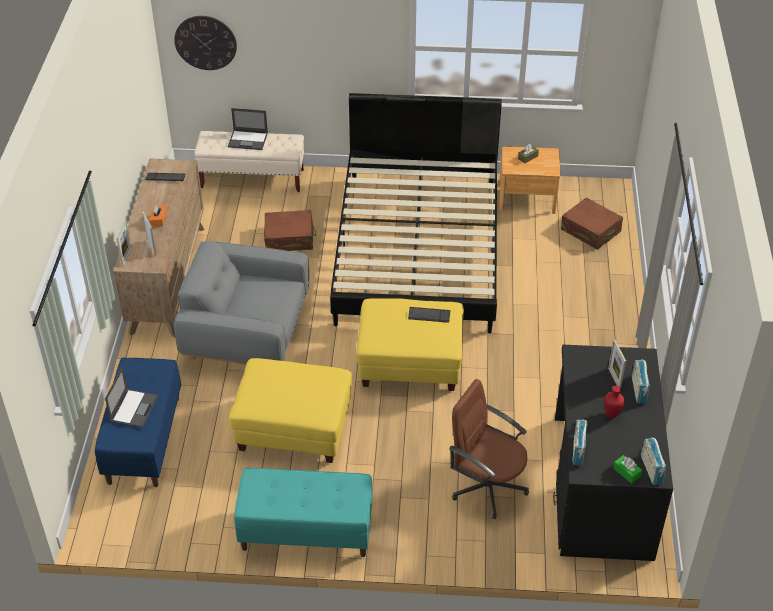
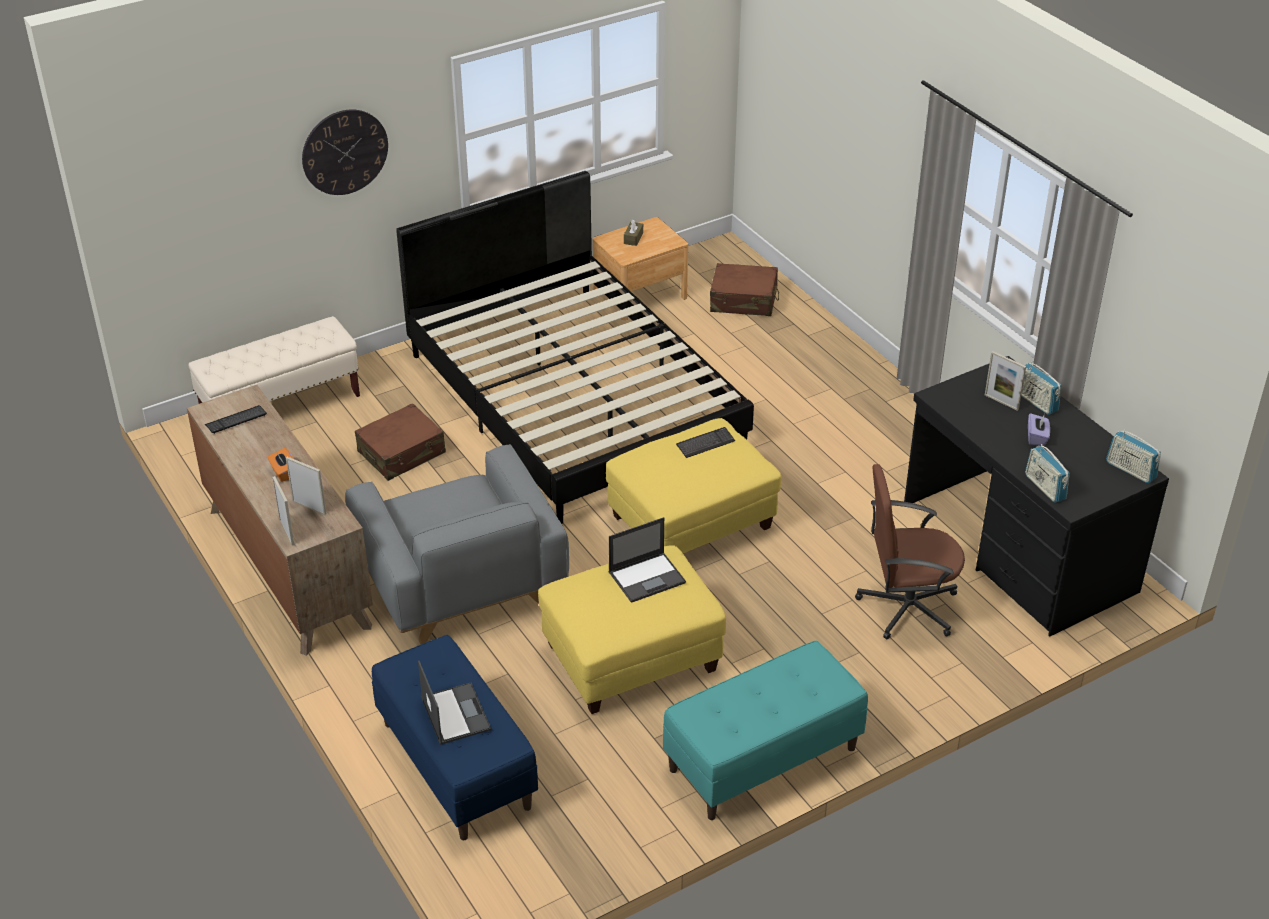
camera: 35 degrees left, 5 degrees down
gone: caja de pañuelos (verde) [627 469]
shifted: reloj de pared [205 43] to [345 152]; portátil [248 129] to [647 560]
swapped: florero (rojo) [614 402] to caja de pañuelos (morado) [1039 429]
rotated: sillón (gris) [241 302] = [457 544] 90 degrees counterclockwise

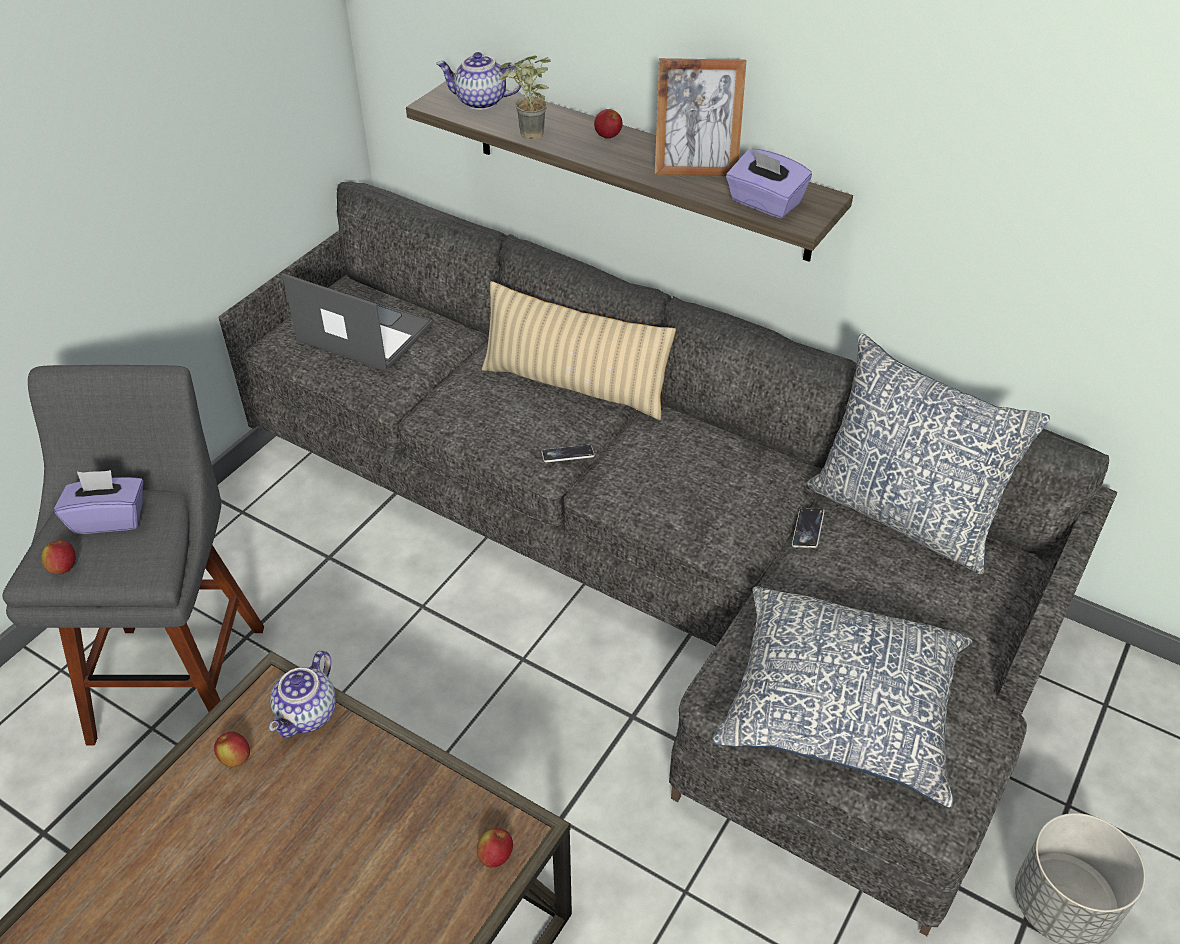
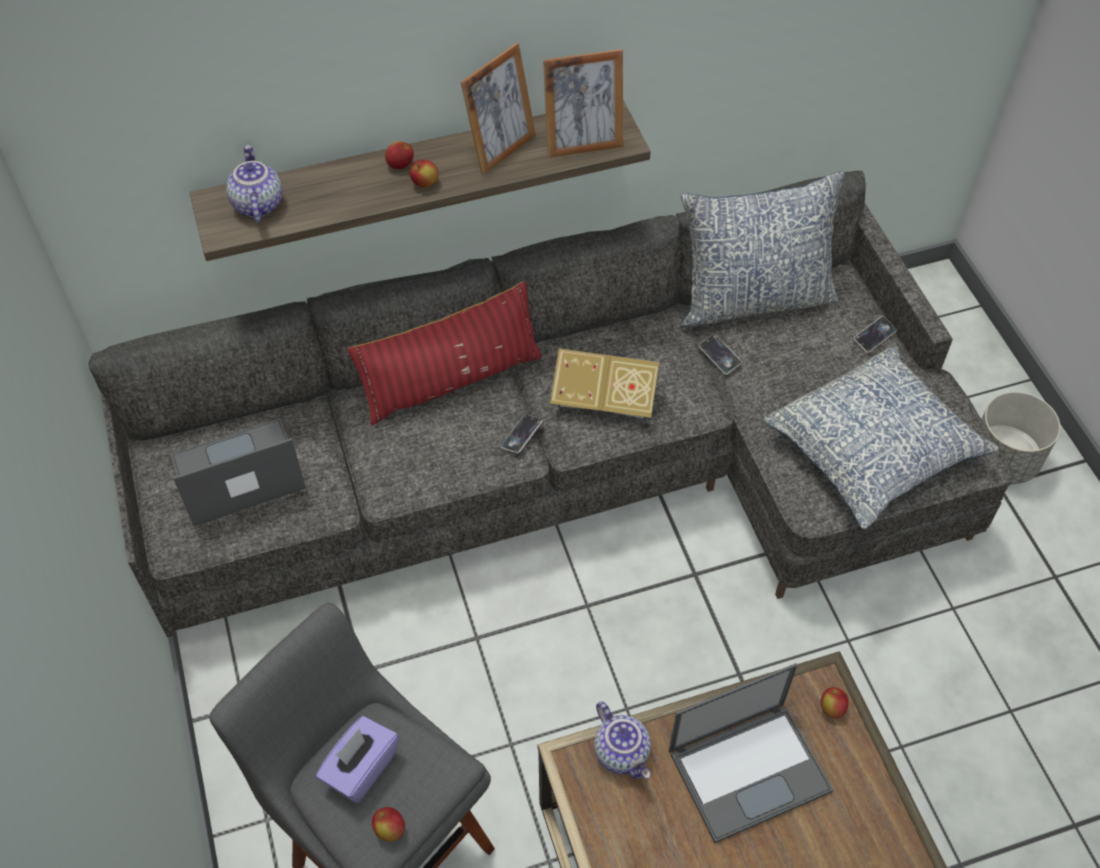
camera: 50 degrees left, 10 degrees up
gone: planta en maceta [525 98]
new: móvil [875 334]; libro [604 383]; portátil [751 753]
shifted: manzana [232 749] to [424 174]
swapped: caja de pañuelos (morado) [769 184] to portarretratos [583 103]
repainted: cojín (beis) [579 350] to cojín (rojo) [444 353]
rotated: tetera [479 81] = [254 184] 120 degrees clockwise

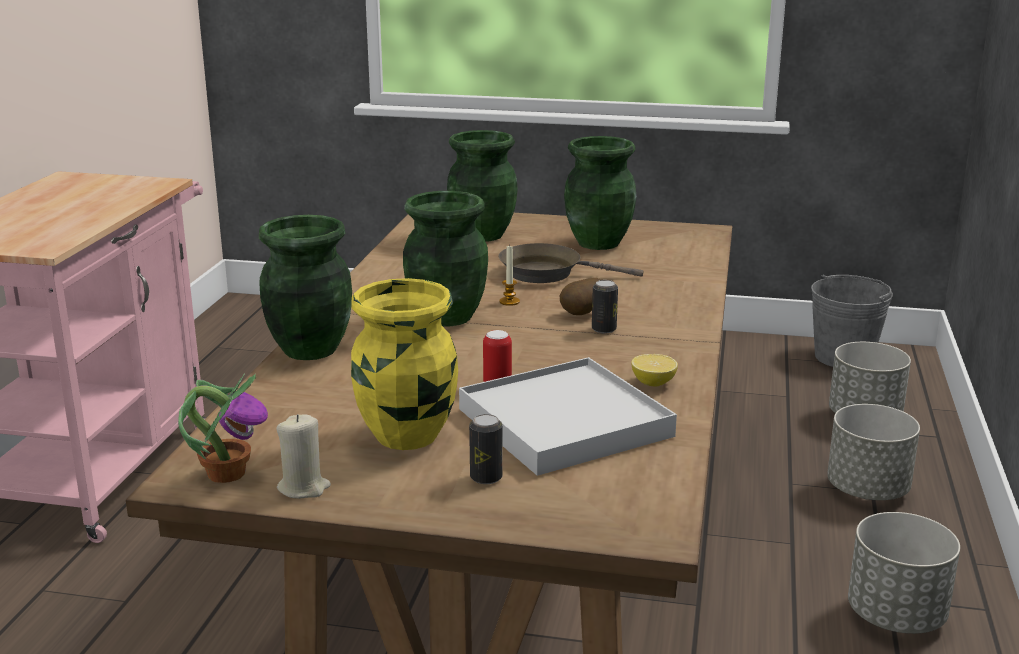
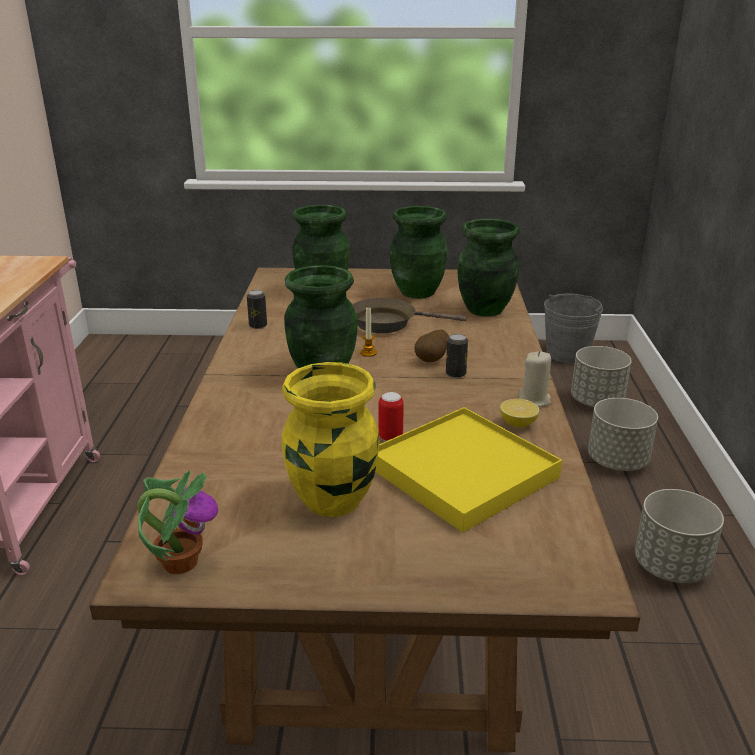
camera: 10 degrees left, 5 degrees up
shifted: florero (verde) [305 287] to [488 268]; vela (beis) [303 456] to [535 379]; lata [486 449] to [257 309]
repainted: bandeja (blanco) [568 416] to bandeja (amarillo) [468 470]

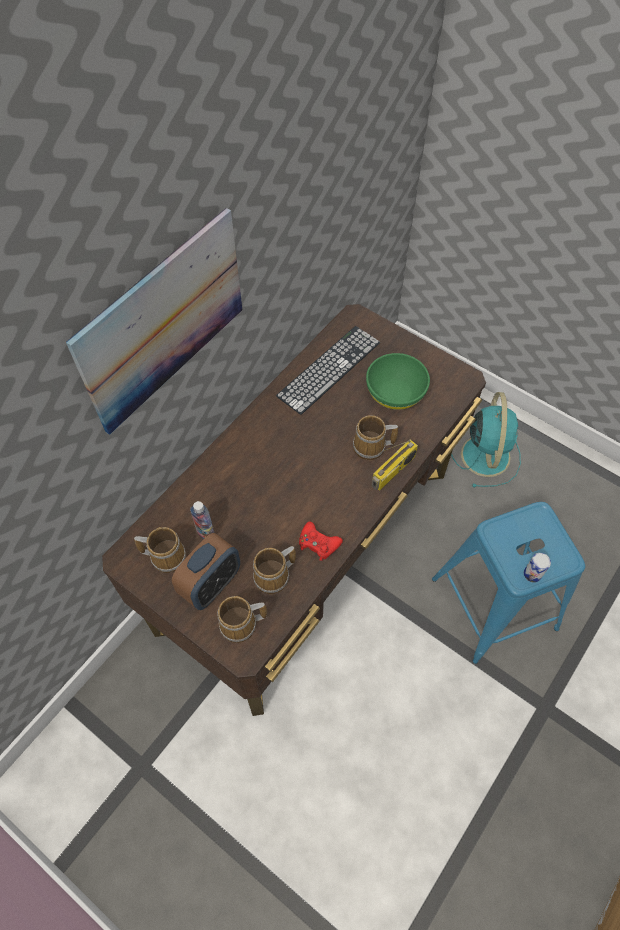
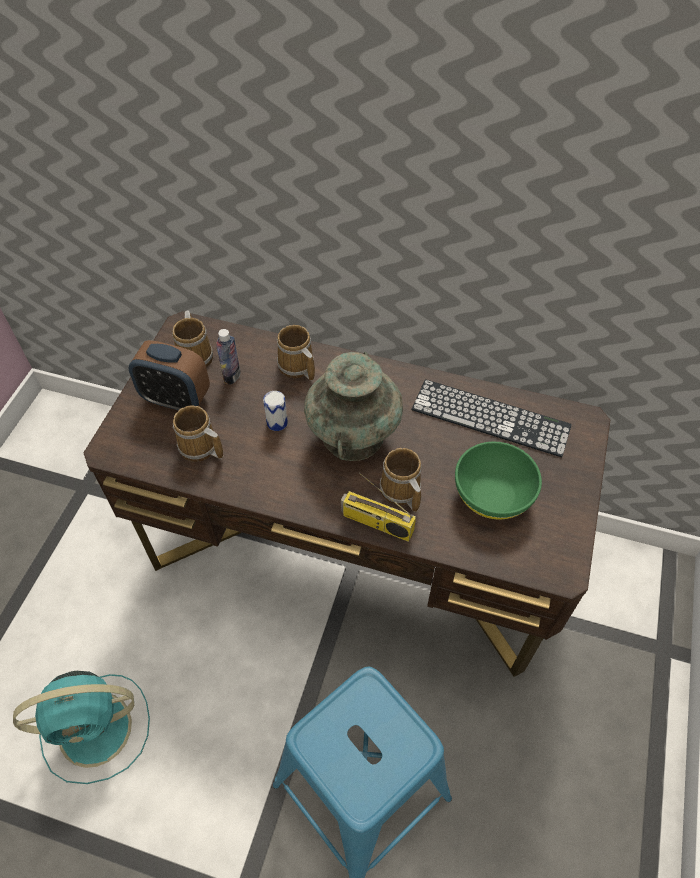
camera: 70 degrees right, 5 degrees down
gone: cuadro [154 321]; mando de consola (rojo) [321 541]
new: florero (turquesa) [353 406]
shifted: ventilador (turquesa) [486 439] to [81 727]; lata [537 568] to [275 411]; taza grande [242 619] to [296 353]

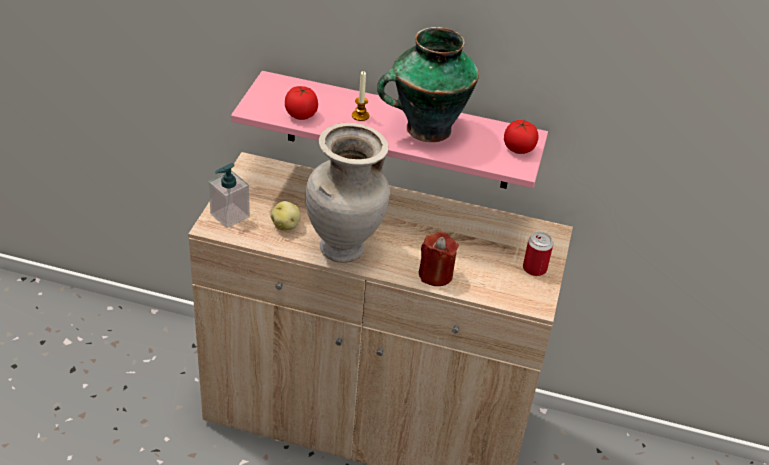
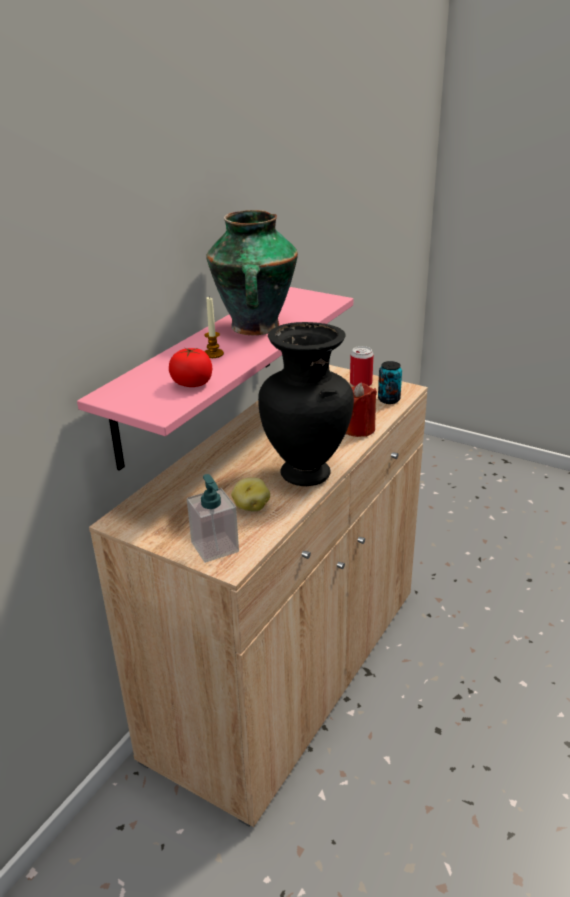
camera: 70 degrees left, 10 degrees down
gone: tomate [521 137]
new: lata [390 382]
repainted: florero (beis) [348 193] to florero (negro) [306 404]

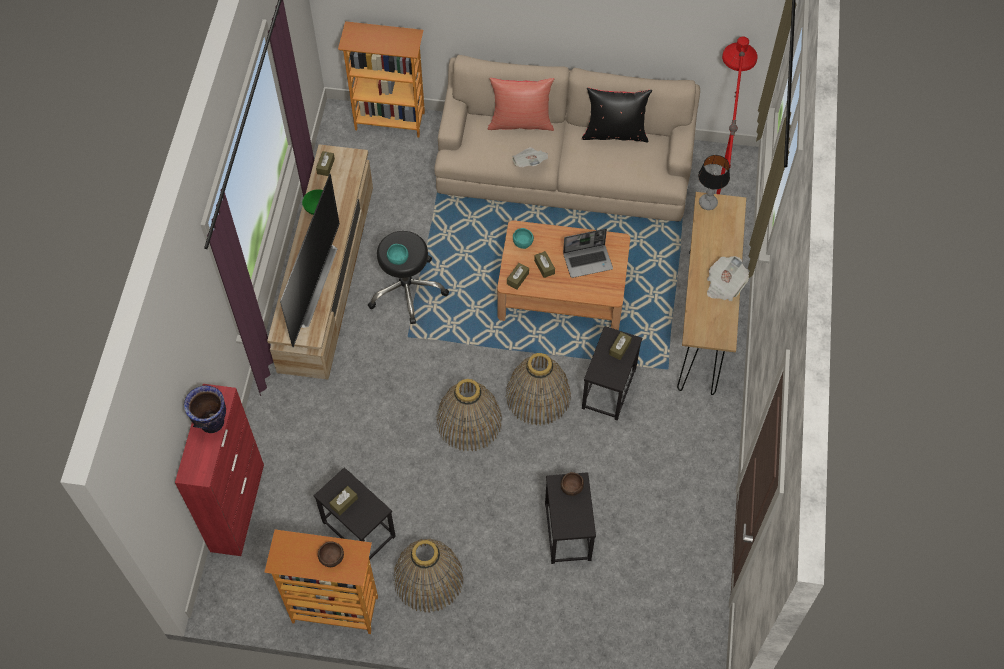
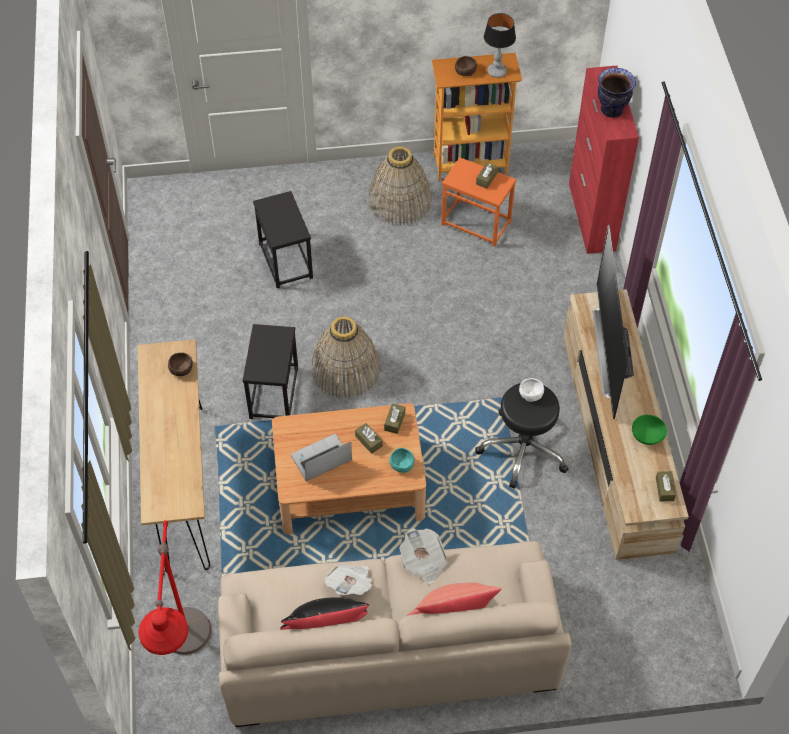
camera: 165 degrees right, 5 degrees down
gone: estantería [381 79]; caja de pañuelos (marrón) [620 346]; cesta [469 415]
shifted: lámpara de mesa [714 182] to [500 45]; periódico [728 278] to [348 579]; cuenco (marrón) [572 484] to [180 364]
repainted: cuenco (turquesa) [397 254] to cuenco (blanco) [531 390]; mesa auxiliar (negro) [355 513] to mesa auxiliar (naranja) [478 202]

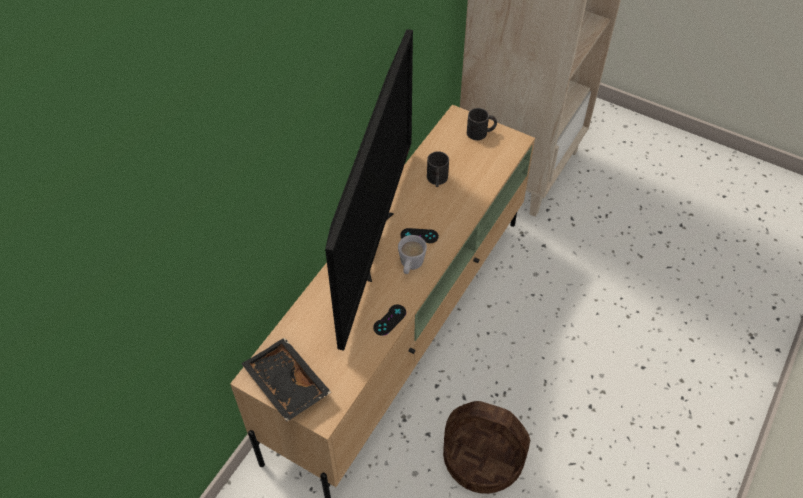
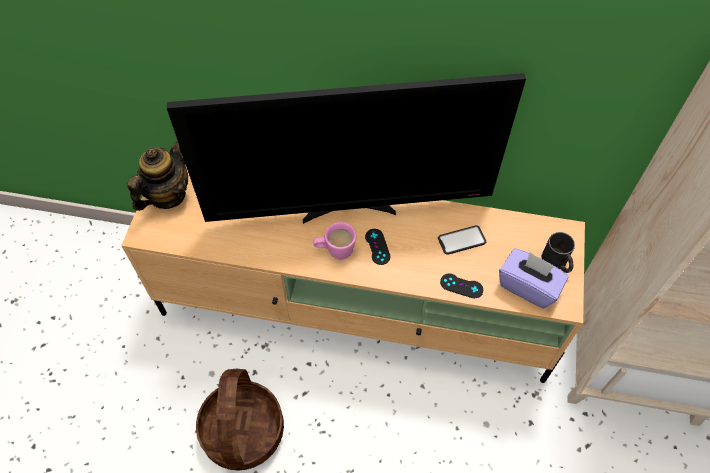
camera: 70 degrees right, 5 degrees up
new: caja de pañuelos (morado) [534 278]
shifted: mando de consola (negro) [389 320] to [461 285]
swapped: taza grande (negro) [438 169] to móvil [462 240]; bandeja (negro) [286 379] to tetera [157 175]
repainted: taza grande (blanco) [412 254] to taza grande (rosa) [334 240]

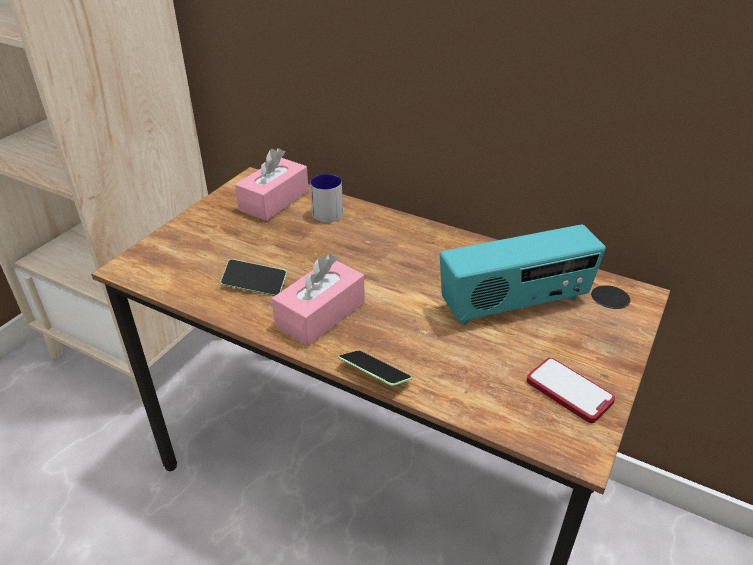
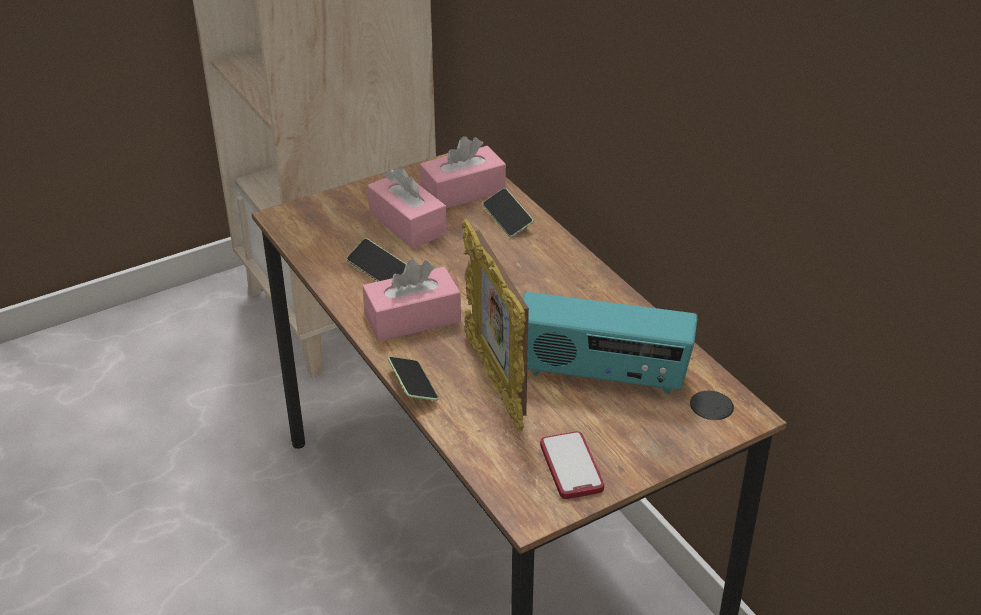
camera: 30 degrees right, 0 degrees up
new: caja de pañuelos (rosa) [407 207]; portarretratos [495 325]
swapped: taza grande [326 198] to móvil [508 212]

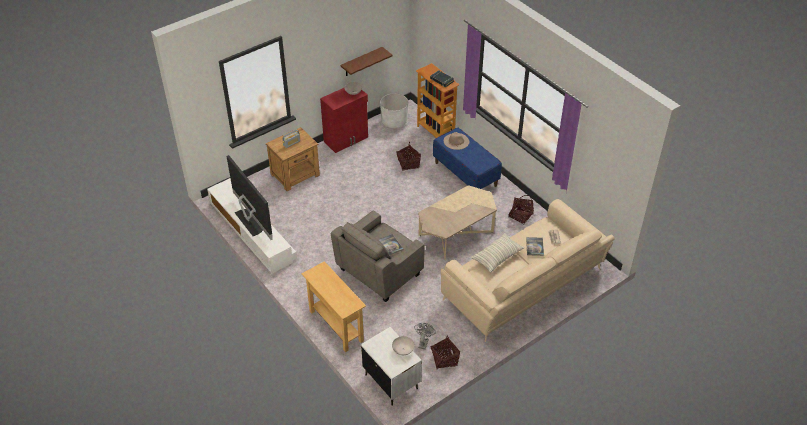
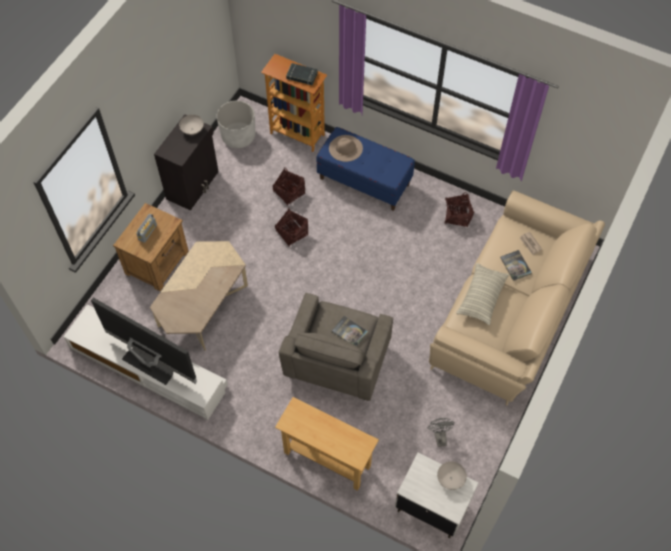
camera: 25 degrees left, 15 degrees up
gone: estante (marrón) [366 61]
shifted: mesa de centro (beis) [457 222] to [199 296]; cesta [445 352] to [291 227]
repainted: armario (rojo) [344 120] to armario (negro) [186 163]

